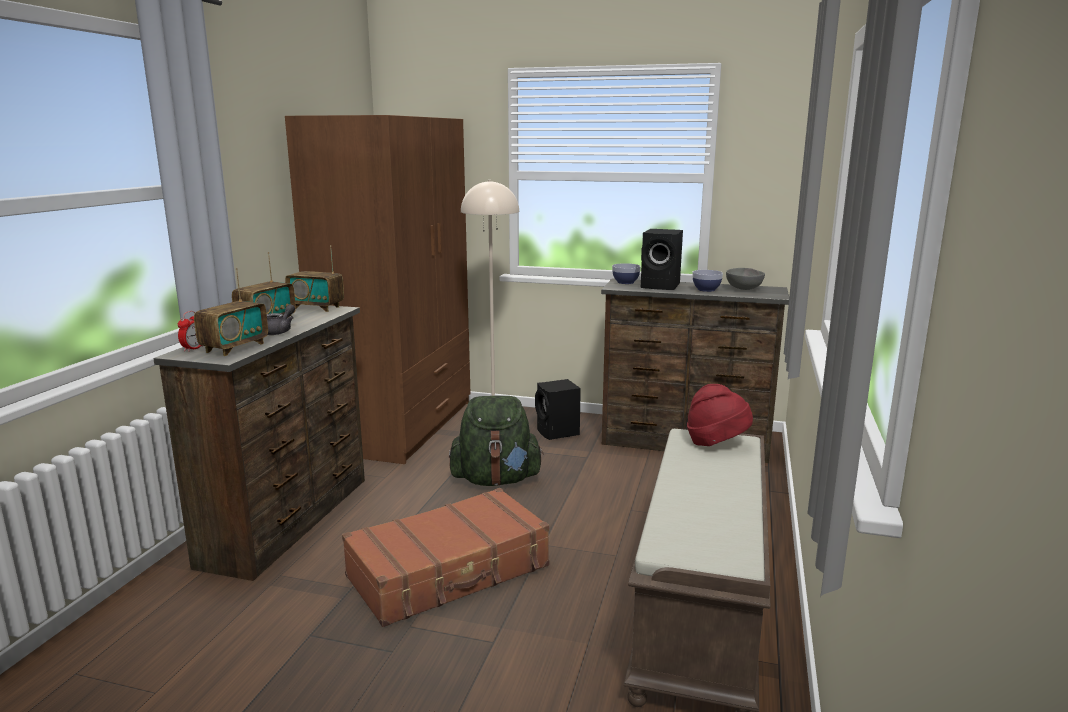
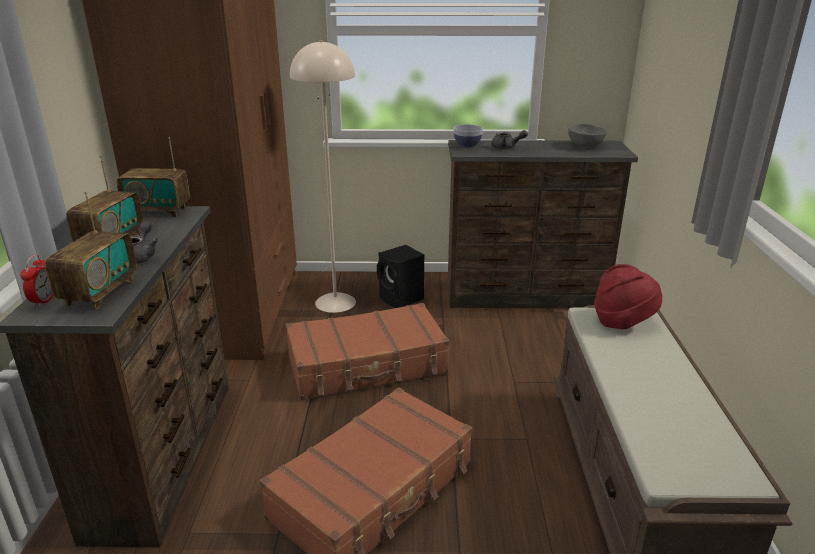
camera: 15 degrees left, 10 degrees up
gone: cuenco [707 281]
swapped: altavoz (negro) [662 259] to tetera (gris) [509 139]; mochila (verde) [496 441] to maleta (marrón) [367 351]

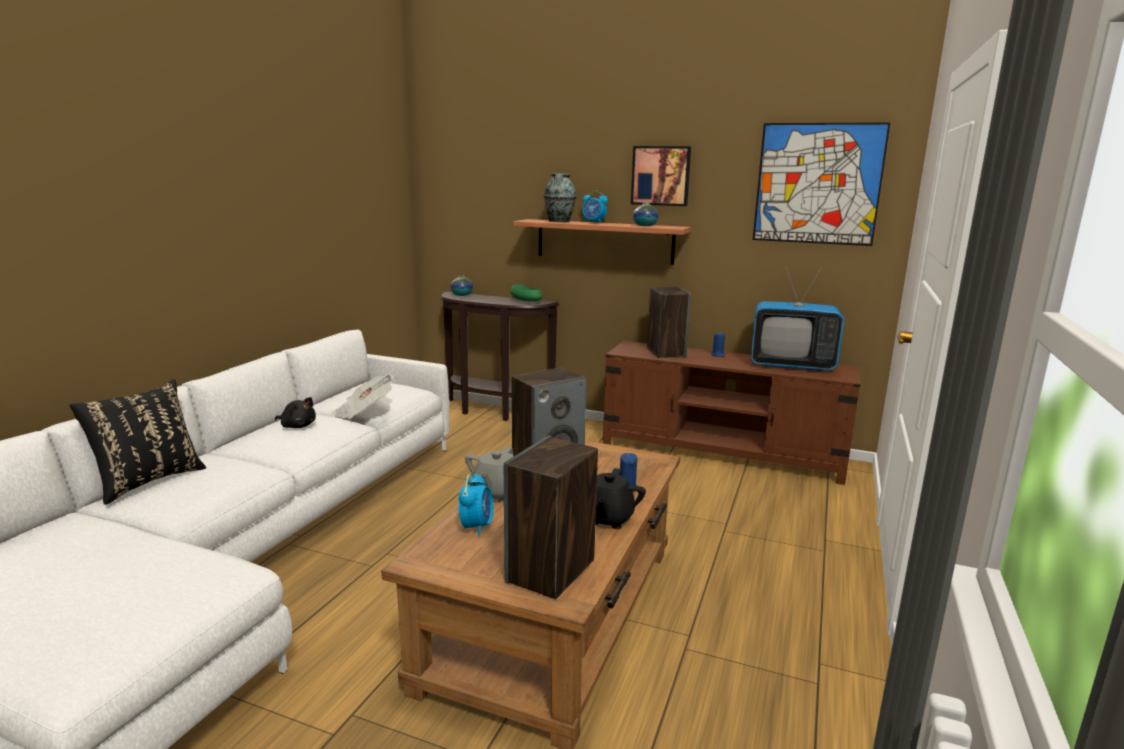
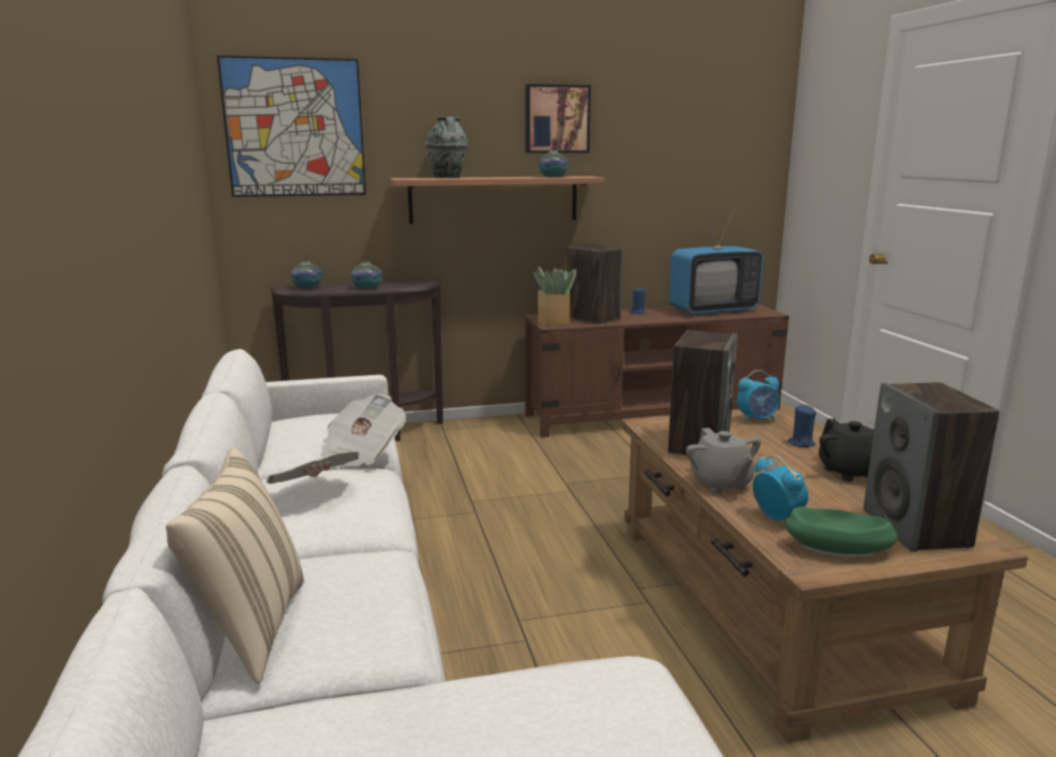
camera: 35 degrees left, 0 degrees up
new: florero [366 275]; planta en maceta [555 296]
shifted: cuadro [822 184] to [291 126]; despertador [595 207] to [758 396]; cuenco (verde) [526 293] to [841 532]
swapped: peluche (negro) [295 412] to periódico [312 468]
repainted: cojín (negro) [137 442] to cojín (beis) [235 566]

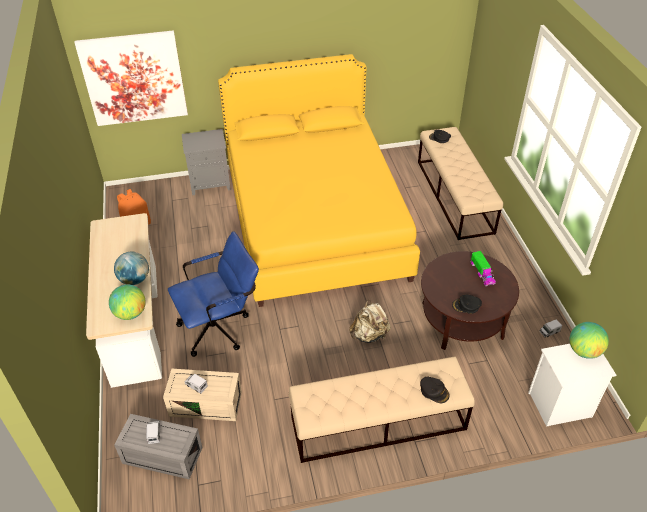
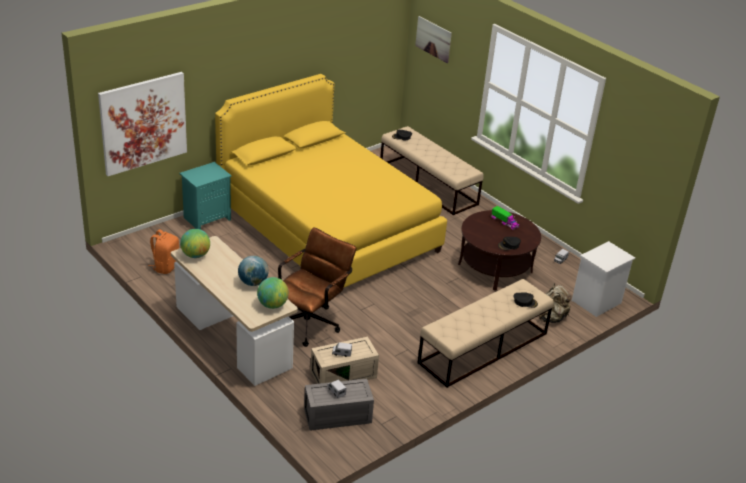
camera: 30 degrees left, 10 degrees down
new: cuadro [433 39]
shifted: mochila (beis) [370 321] to [555 303]; globo terráqueo [589 340] to [195 243]
repainted: mesita de noche (gris) [206 162] to mesita de noche (turquesa) [205 196]; silla de oficina (azul) [213 294] to silla de oficina (marrón) [317 287]

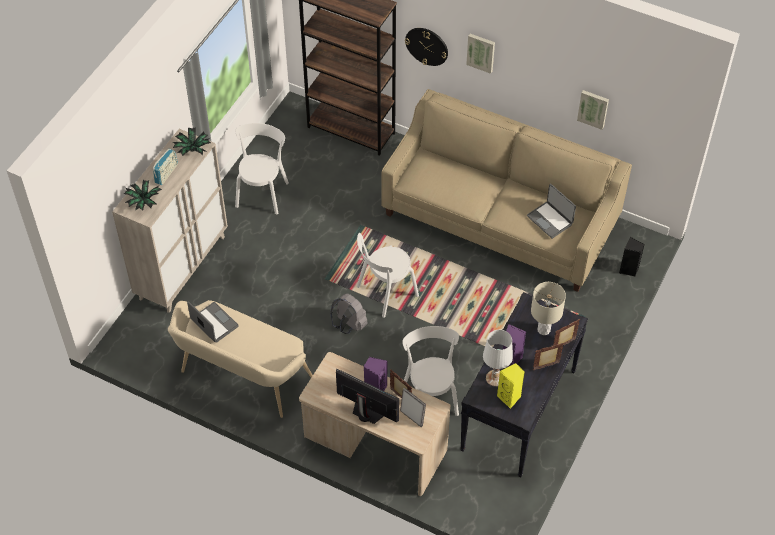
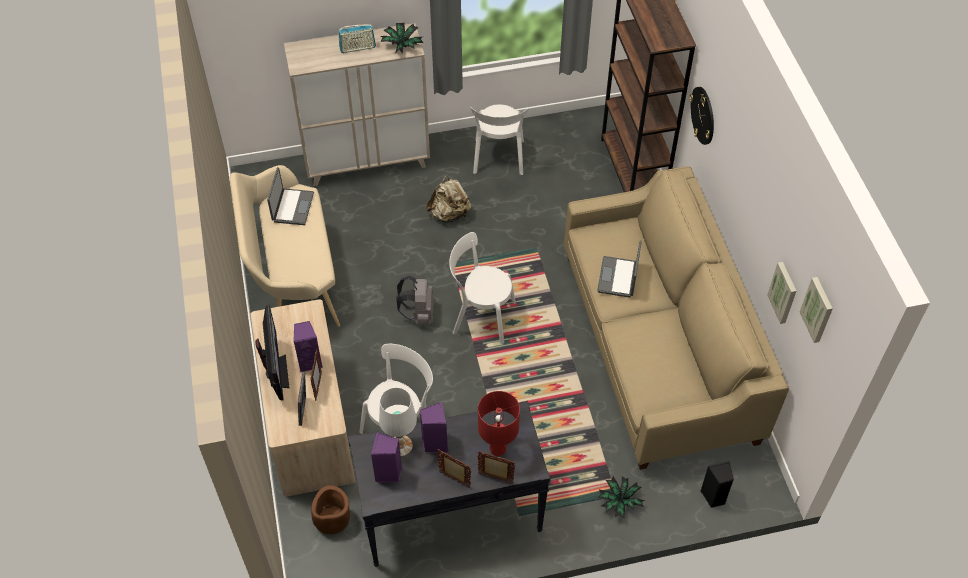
camera: 50 degrees right, 0 degrees up
new: mochila (beis) [448 198]; maceta (marrón) [330 510]
shifted: cuadro [480 54] to [816 310]; planta en maceta [142 195] to [621 497]; portátil [551 211] to [619 269]
repainted: lámpara de mesa (beis) [548 308] to lámpara de mesa (rojo) [499 423]; altavoz (amarillo) [511 386] to altavoz (morado) [386 457]
rotated: silla (blanco) [262 169] = [499 140] 120 degrees clockwise

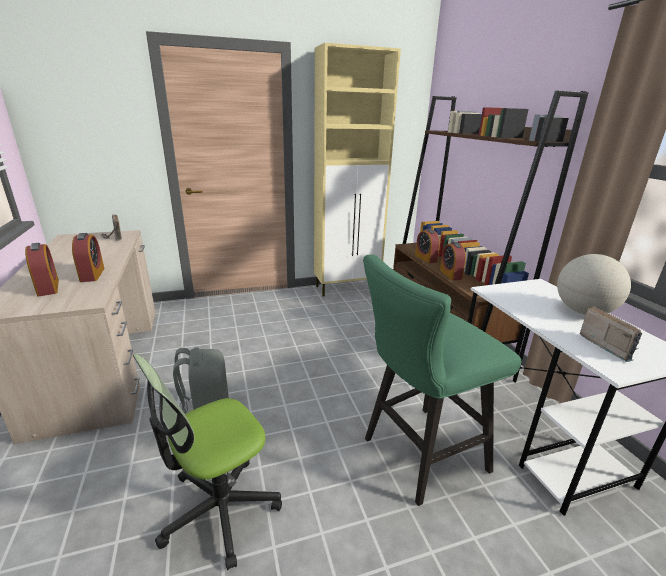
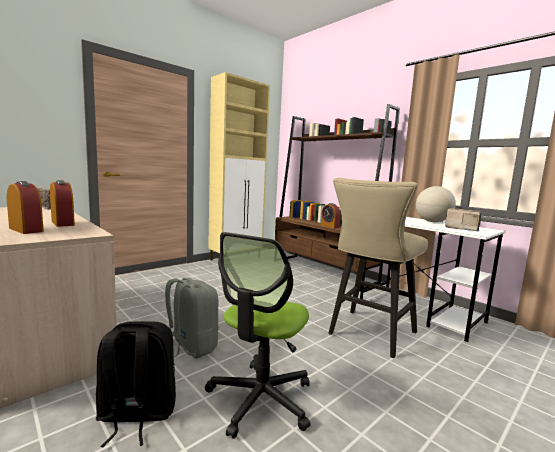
camera: 25 degrees left, 15 degrees down
gone: despertador [427 246]
new: mochila (negro) [136 384]
repainted: taburete (verde) [442 380] to taburete (beis) [378 268]

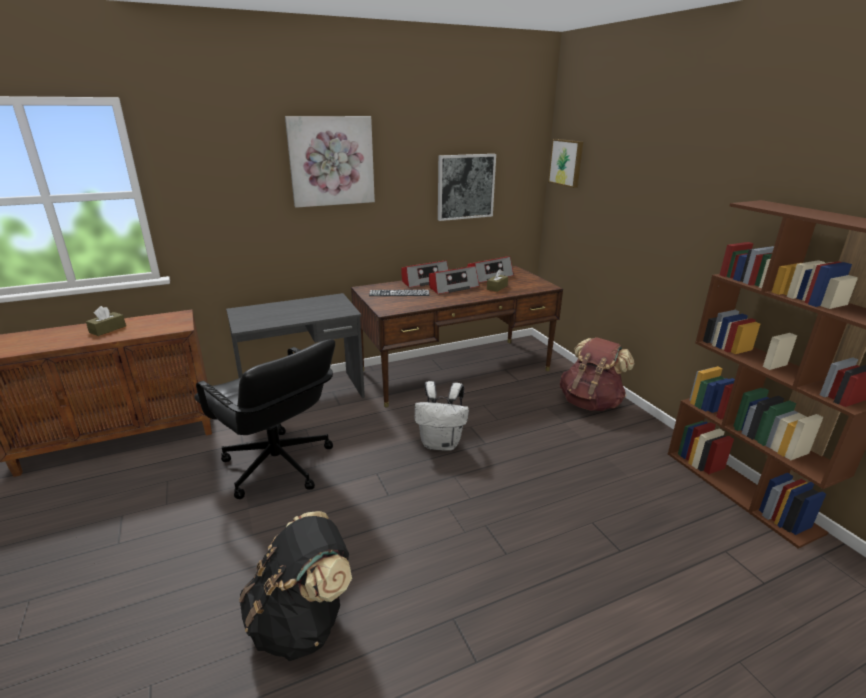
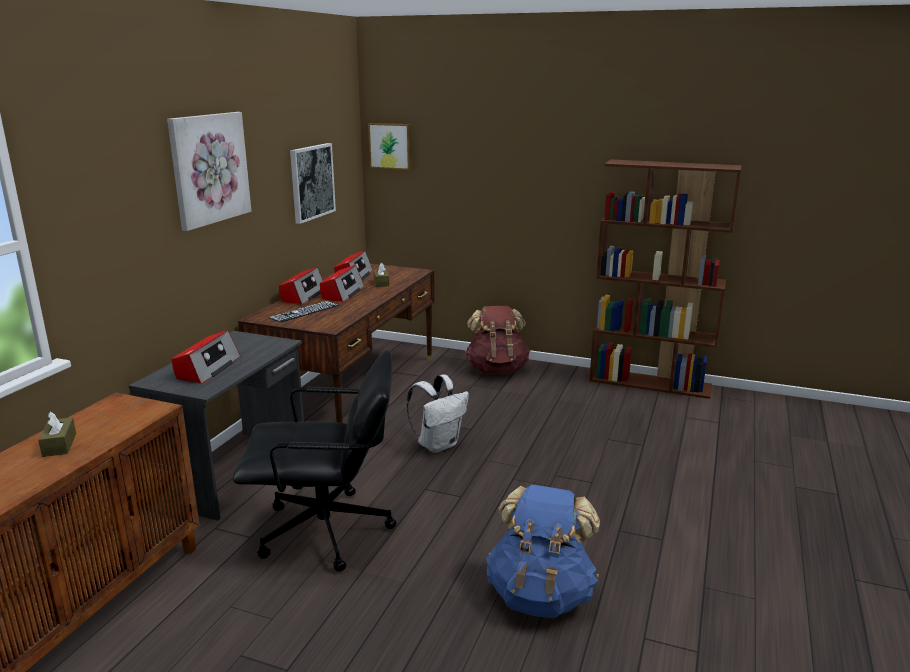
camera: 45 degrees left, 5 degrees down
new: radio [206 357]
repainted: mochila (negro) [295 586] to mochila (azul) [543 551]

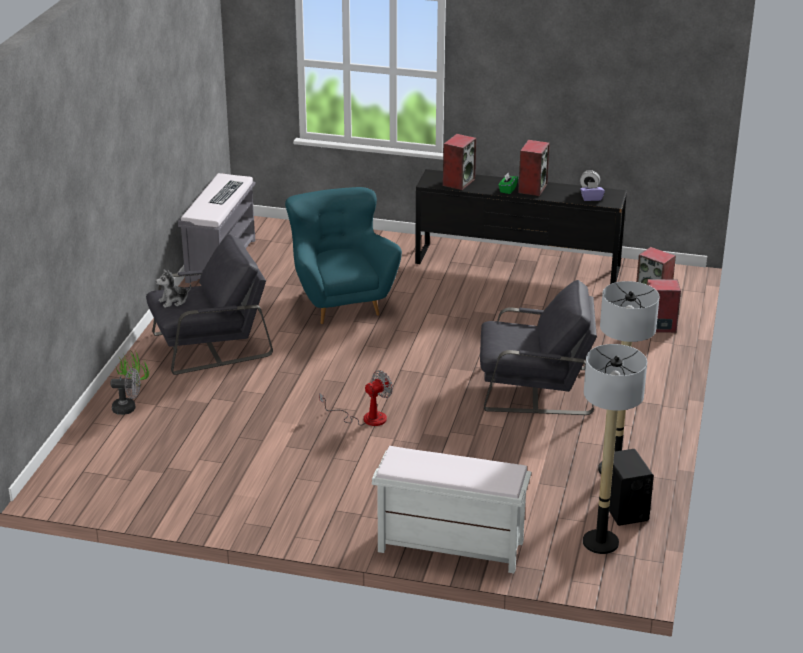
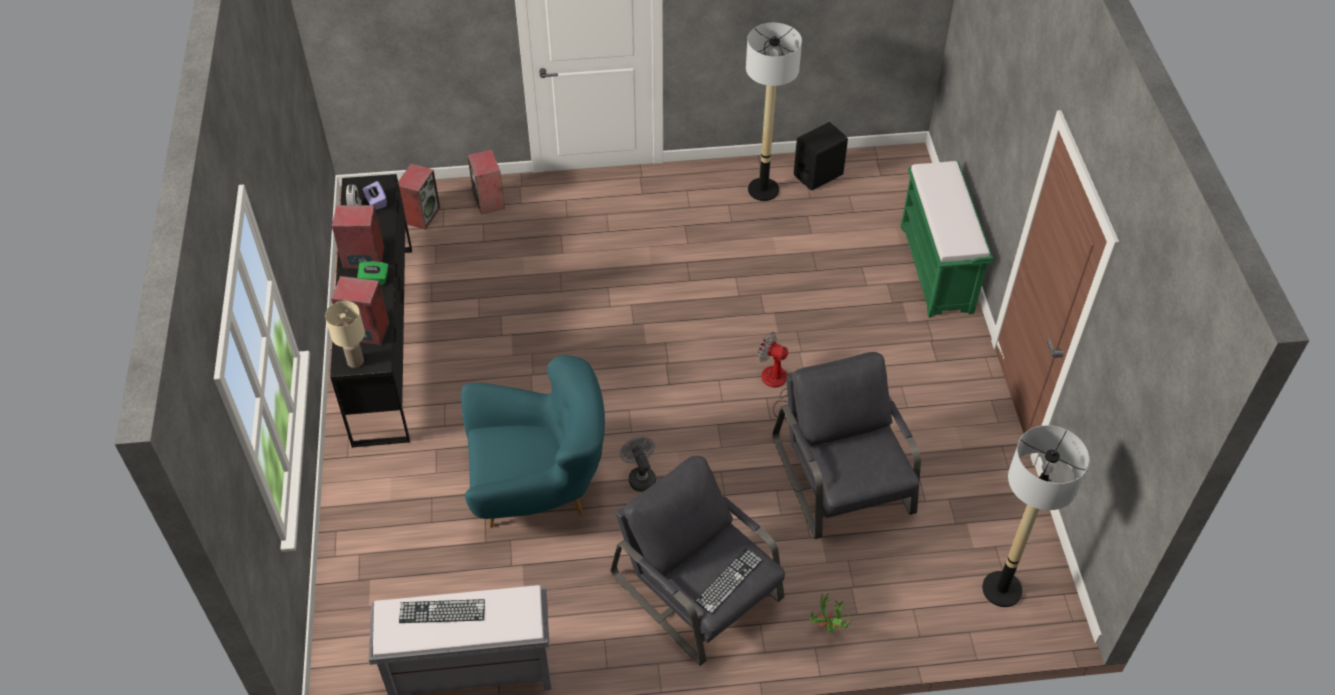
camera: 110 degrees left, 20 degrees up
new: lámpara de mesa (beis) [345 334]
shifted: sillón (gris) [538 347] to [847 445]; lámpara de pie [615 449] to [1035 516]; ventilador (gris) [126 391] to [638 464]
swapped: peluche [173 288] to teclado [729 581]
repainted: banco (blanco) [452 509] to banco (verde) [946 239]
rotated: sillón (turquesa) [343 255] = [533 441] 150 degrees counterclockwise

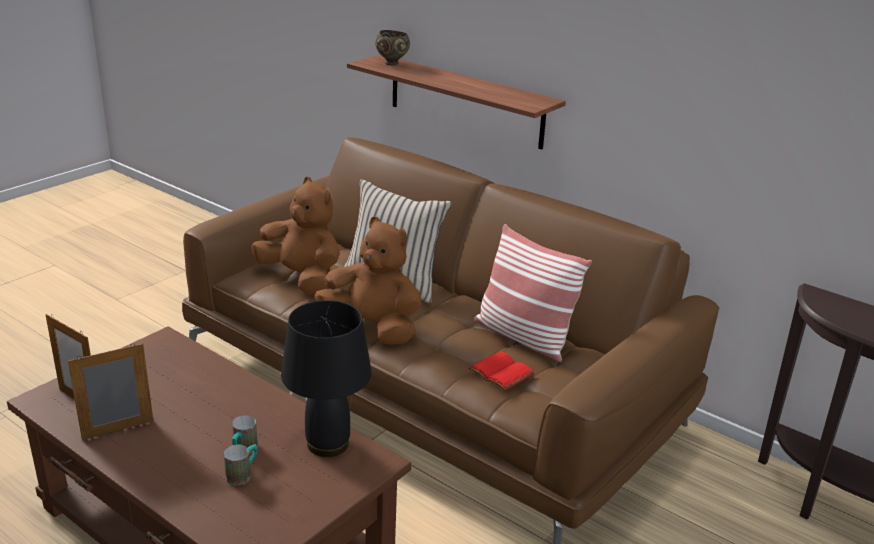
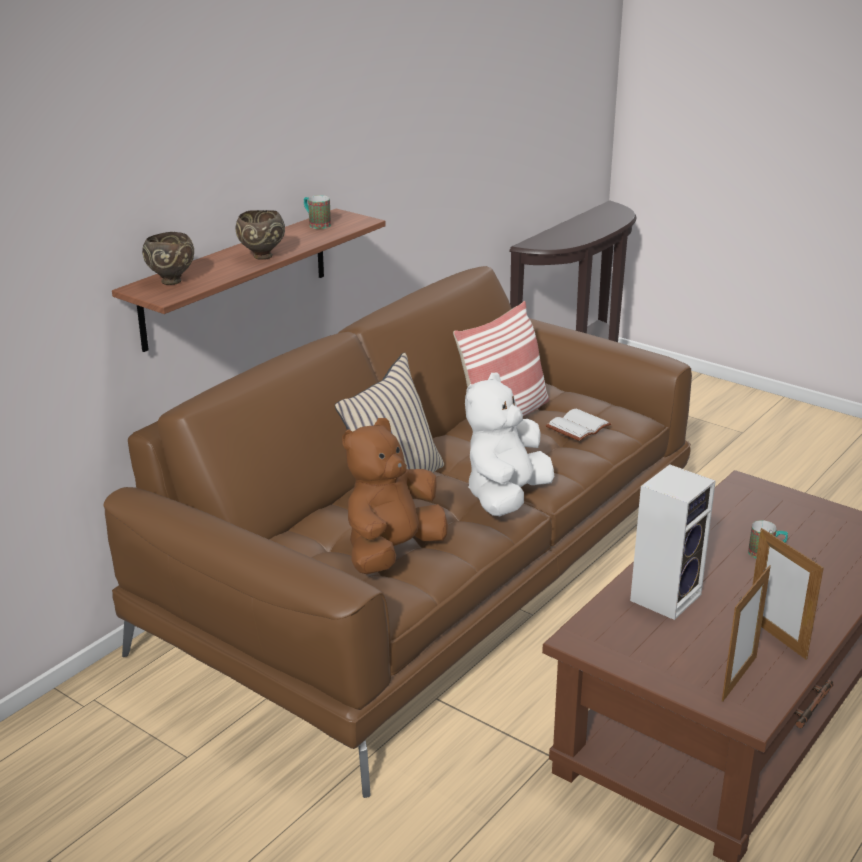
camera: 90 degrees left, 0 degrees up
gone: lámpara de mesa (negro) [326 378]
new: cuenco (marrón) [260 235]; altavoz [673 542]
shifted: taza grande [241 464] to [317 212]
repainted: peluche (marrón) [367 281] to peluche (blanco) [509 444]; libro (rojo) [501 370] to libro (blanco) [578 425]

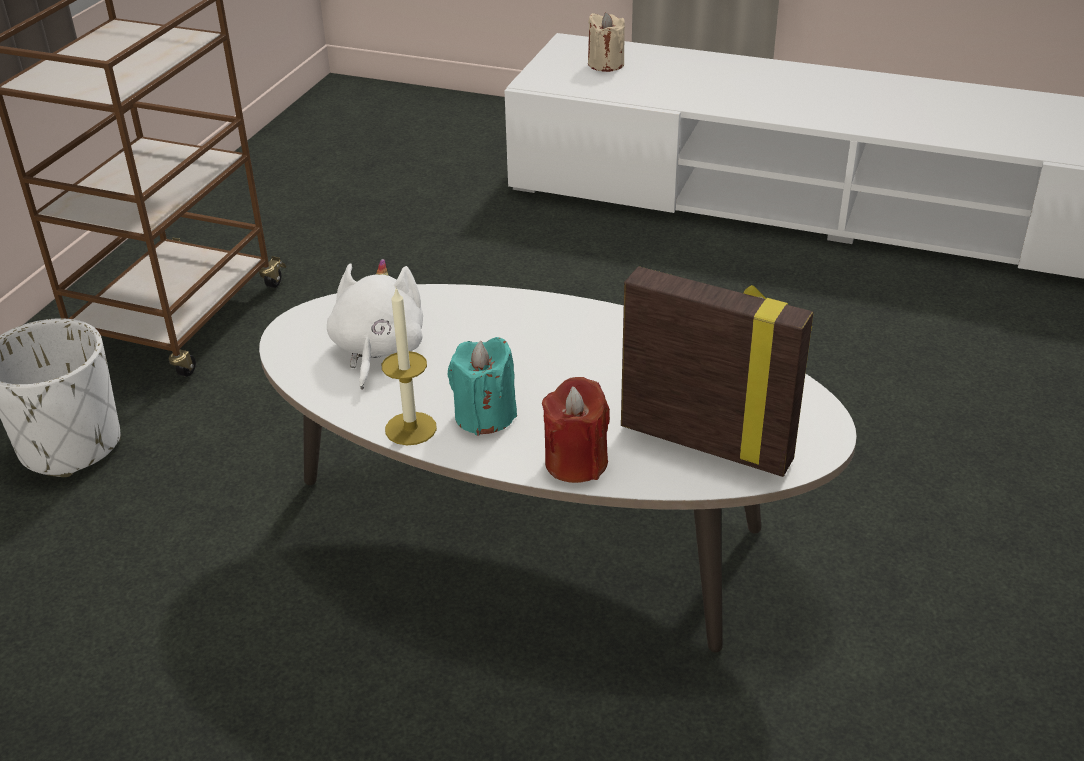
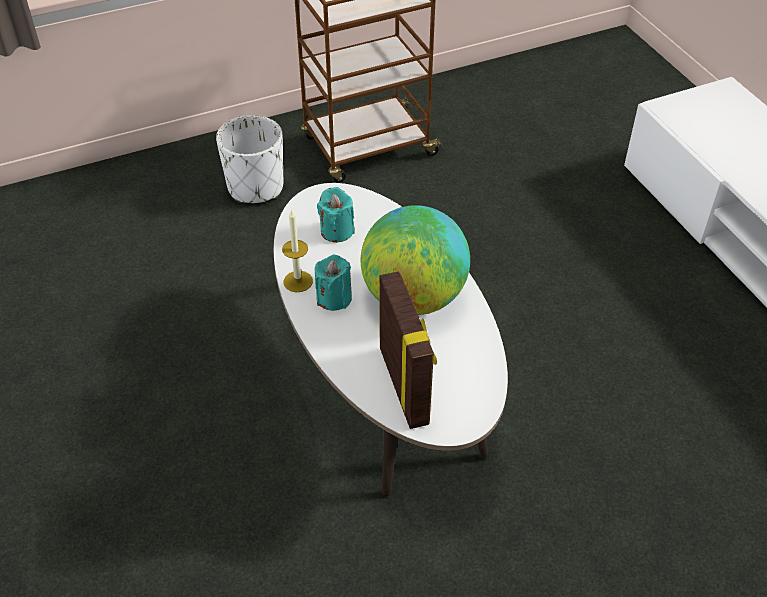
camera: 45 degrees right, 10 degrees up
gone: vela (beis) [606 42]; vela (rojo) [576 430]
new: globo terráqueo [415 260]
swapped: peluche (blanco) [375 324] to vela (turquesa) [336 215]

